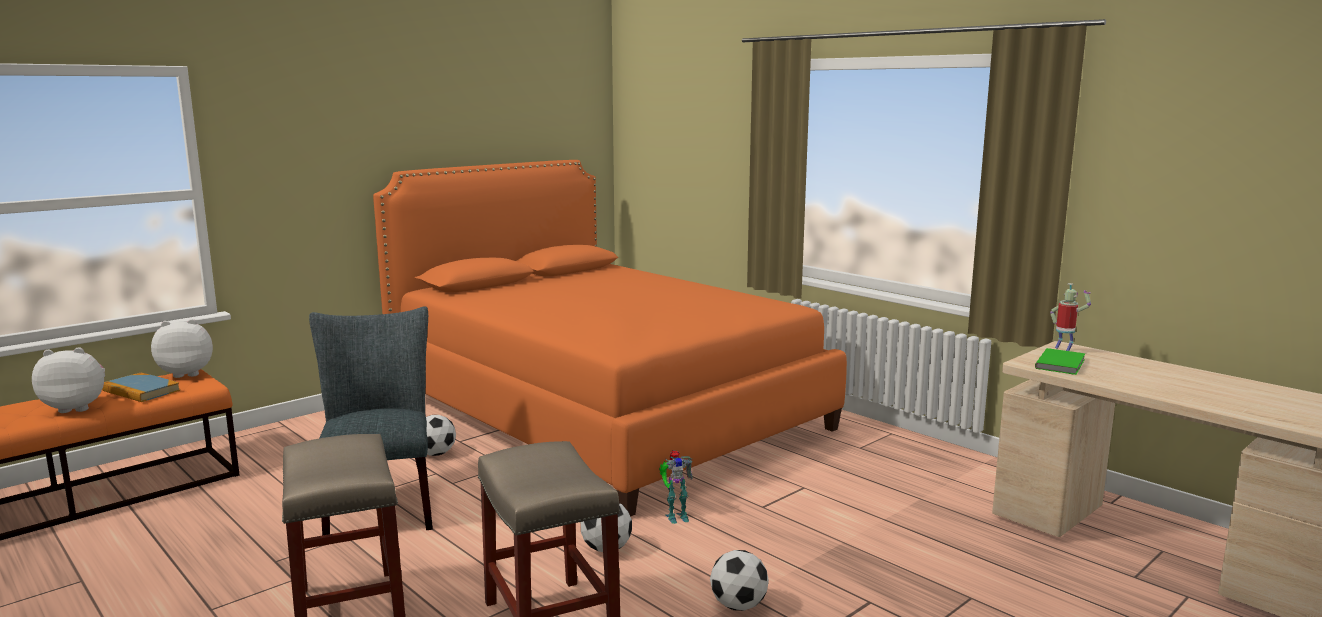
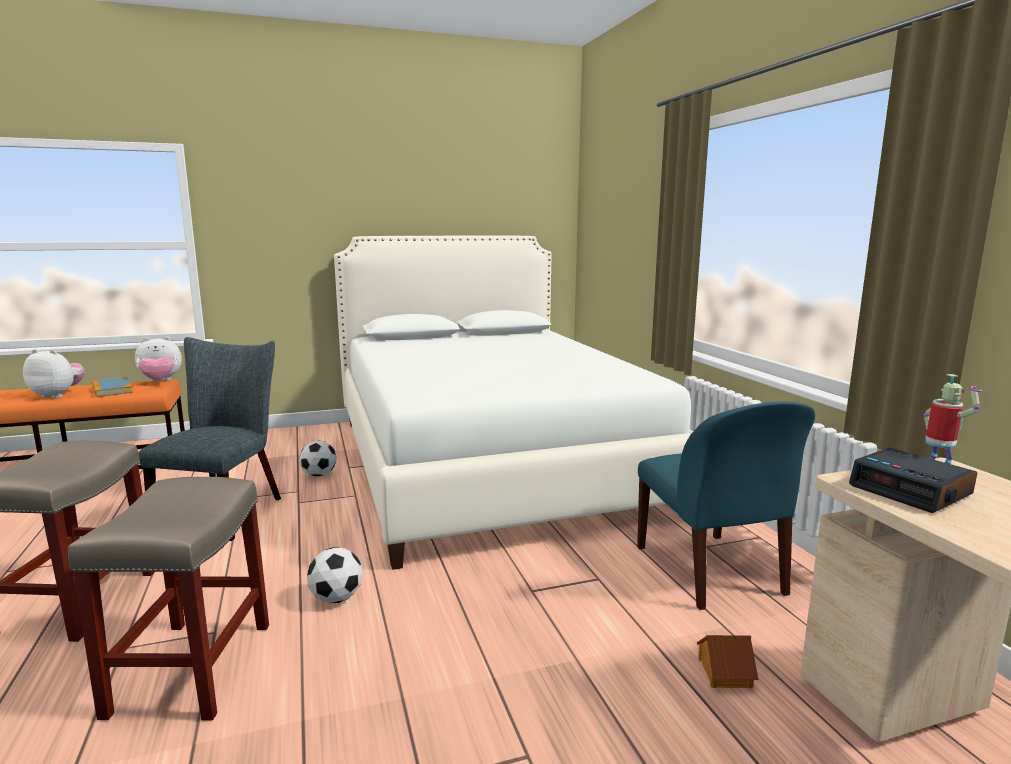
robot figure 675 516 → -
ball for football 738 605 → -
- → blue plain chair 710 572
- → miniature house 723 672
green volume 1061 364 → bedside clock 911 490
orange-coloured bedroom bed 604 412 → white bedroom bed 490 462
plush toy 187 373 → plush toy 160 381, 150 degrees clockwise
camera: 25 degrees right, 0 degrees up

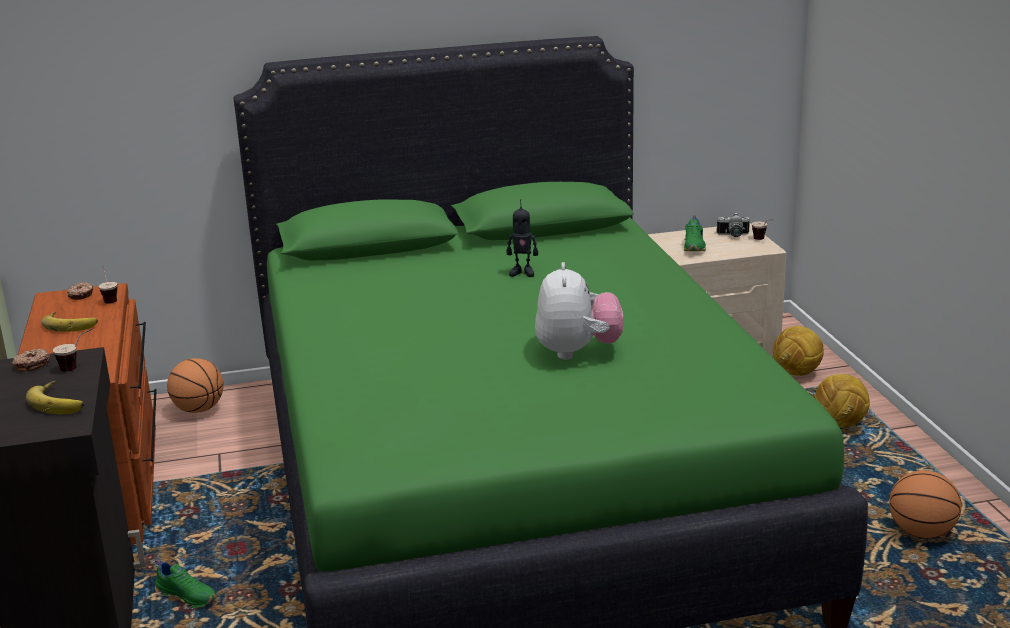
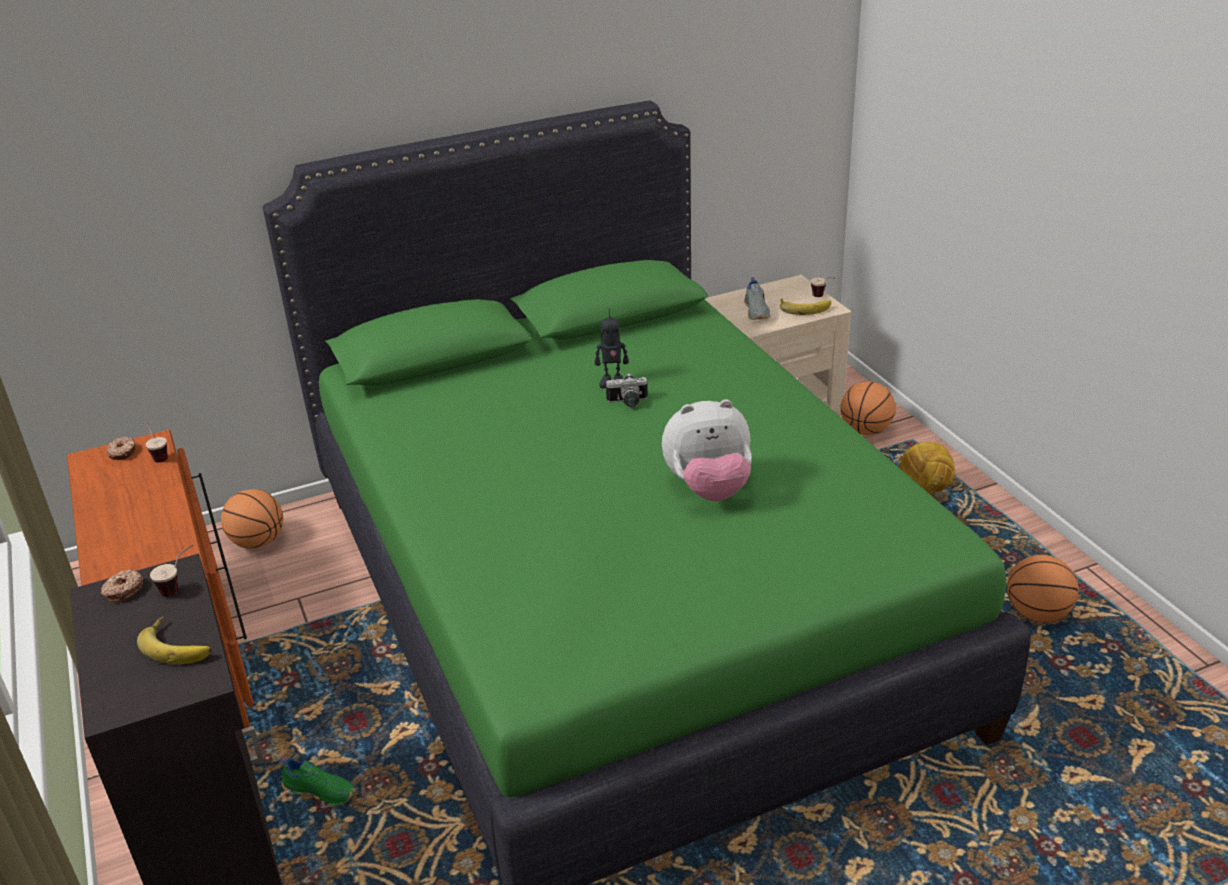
banana fruit 71 324 → banana fruit 804 307, shifted
still camera 733 235 → still camera 627 403, shifted
ball for football 797 373 → ball for basketball 866 431
green low shoe 694 246 → greyish low shoe 757 311
plush toy 577 352 → plush toy 709 489, 90 degrees clockwise
camera: 10 degrees left, 10 degrees up

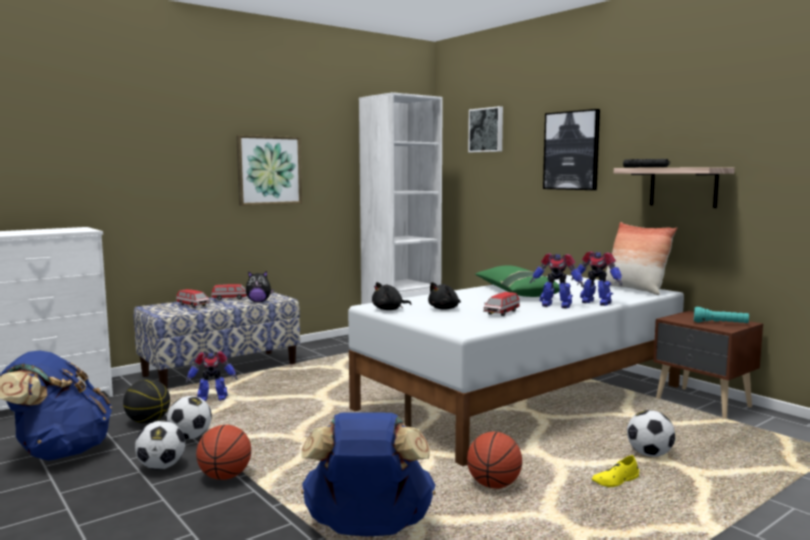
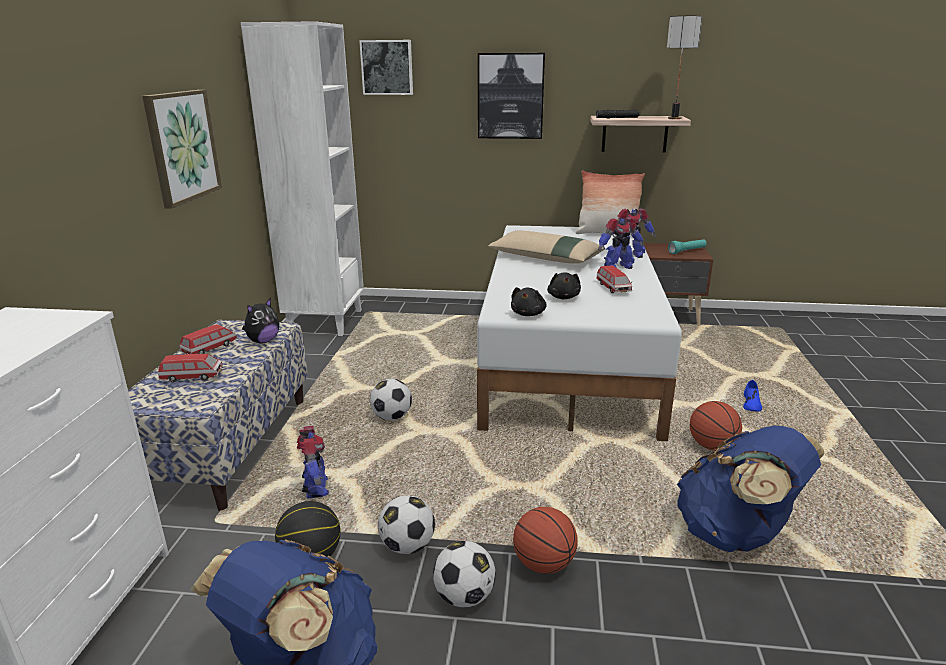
- → tabletop lamp 674 118
ball for football 649 454 → ball for football 392 417, shifted
green cushion 516 292 → beige cushion 545 258
yellowish low shoe 615 481 → blue low shoe 751 404
robot figure 212 399 → robot figure 316 489, 45 degrees counterclockwise
camera: 45 degrees left, 15 degrees up

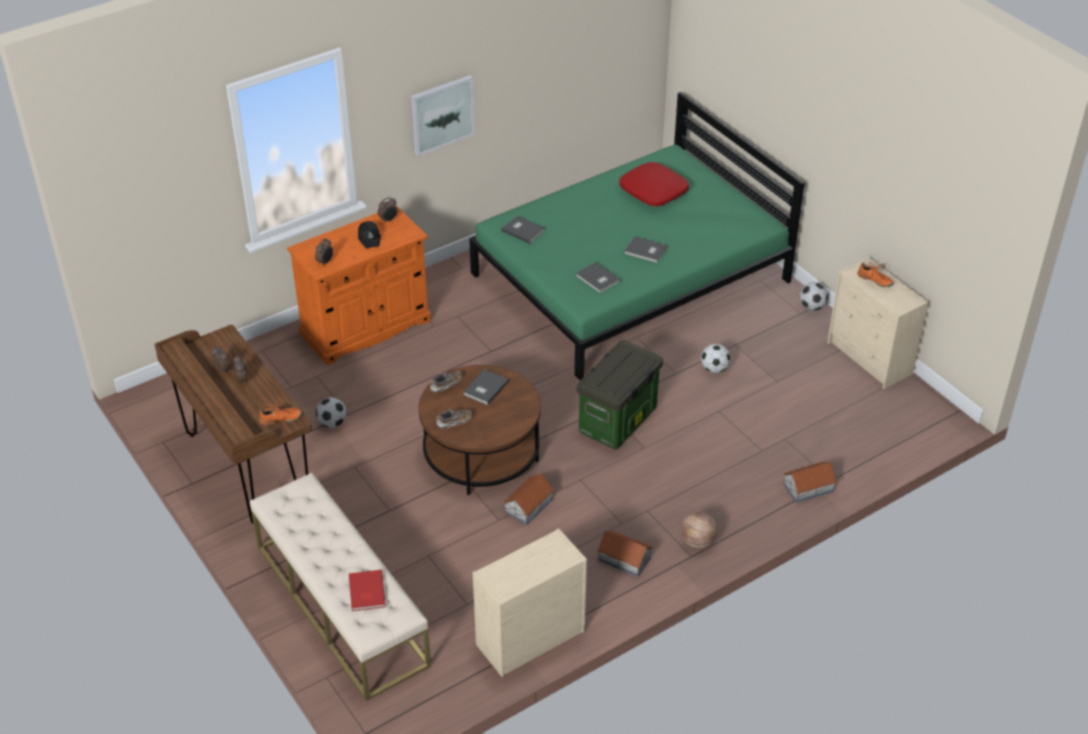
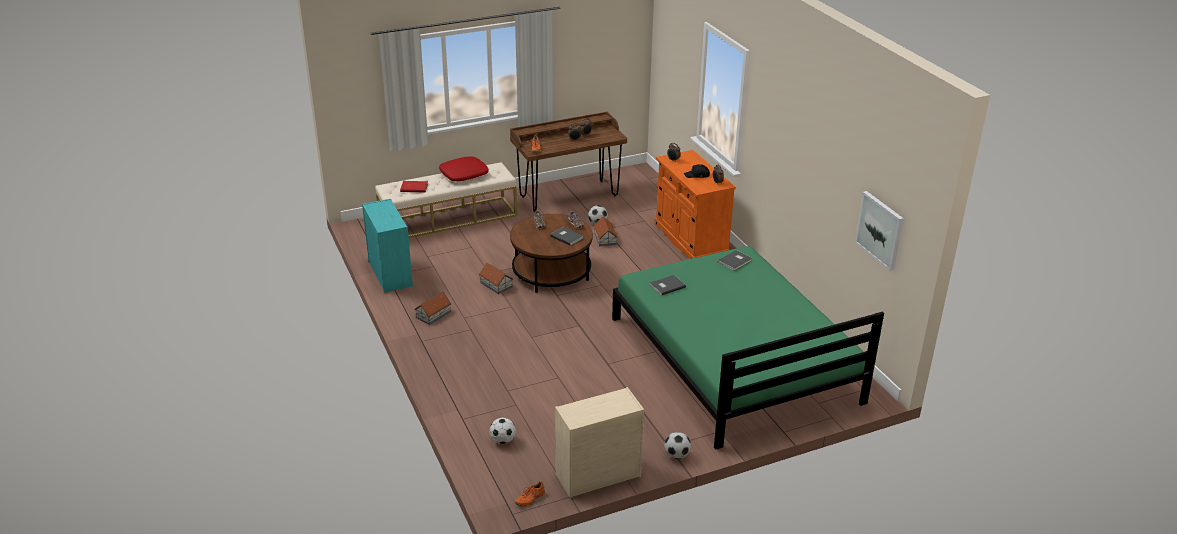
storage box 618 421 → -
greyish volume 645 251 → -
ball for basketball 697 541 → -
wall art 442 114 → wall art 880 230, shifted
red cushion 654 191 → red cushion 464 174, shifted
ball for football 714 369 → ball for football 502 441, shifted
miniature house 807 487 → miniature house 605 238, shifted
orange-coloured low shoe 874 280 → orange-coloured low shoe 530 498, shifted
beige drawer chest 529 639 → turquoise-coloured drawer chest 390 273
camera: 100 degrees right, 10 degrees down

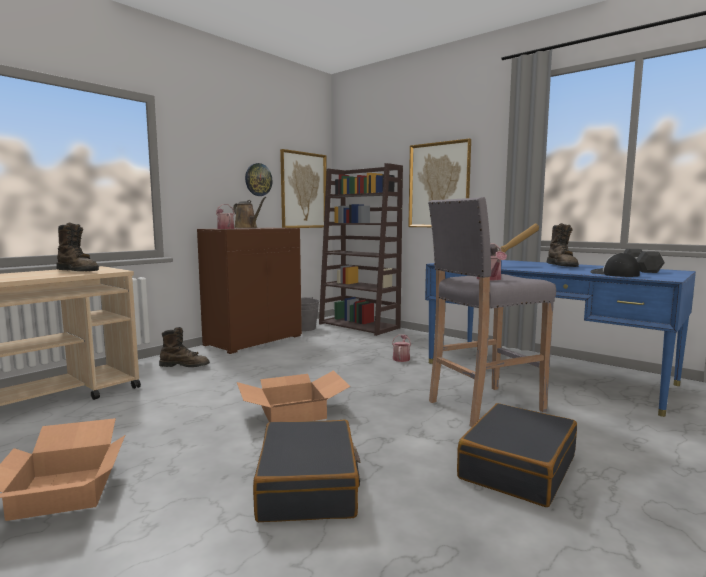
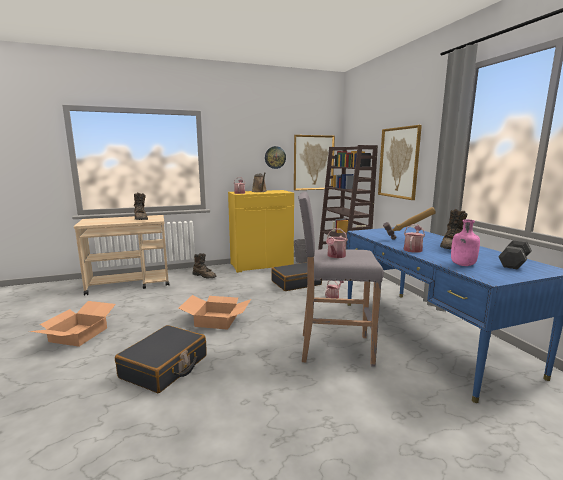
- → watering pot 413 249
black-coloured piece of luggage 517 467 → black-coloured piece of luggage 296 283, shifted
peaked cap 614 274 → pink-coloured bottle 462 265
brown storage cabinet 253 340 → yellowish storage cabinet 261 265
camera: 30 degrees right, 5 degrees up

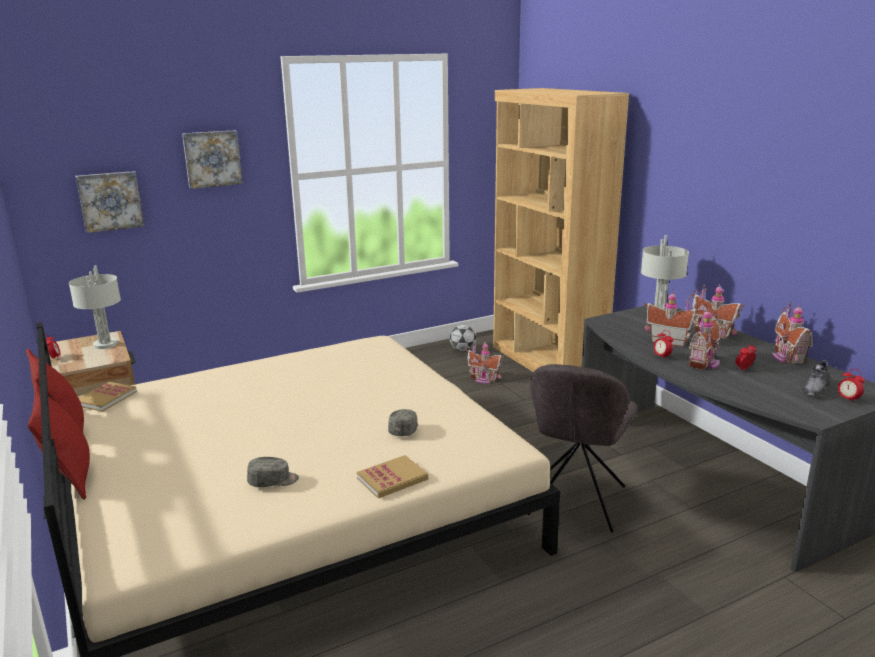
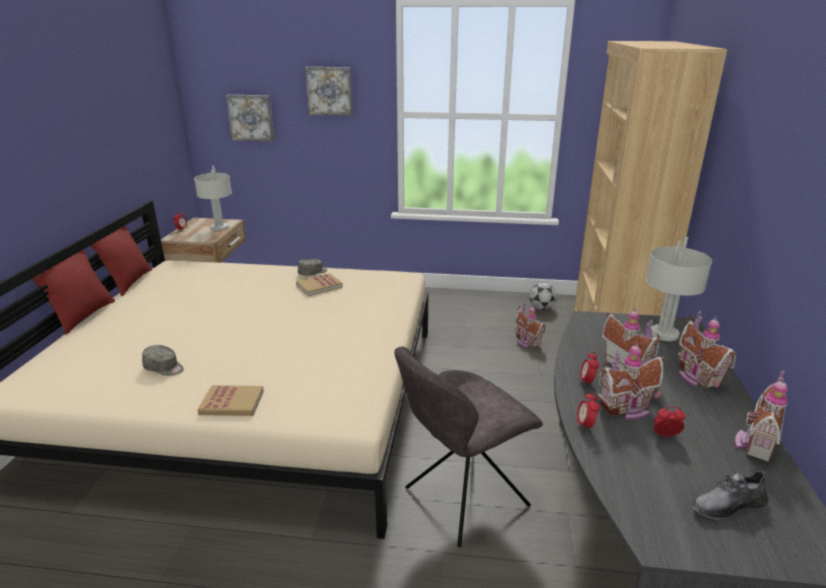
volume 106 398 → volume 319 286, shifted
greyish peaked cap 404 429 → greyish peaked cap 313 273, shifted
bedside clock 847 399 → bedside clock 585 425, shifted
camera: 35 degrees right, 5 degrees up

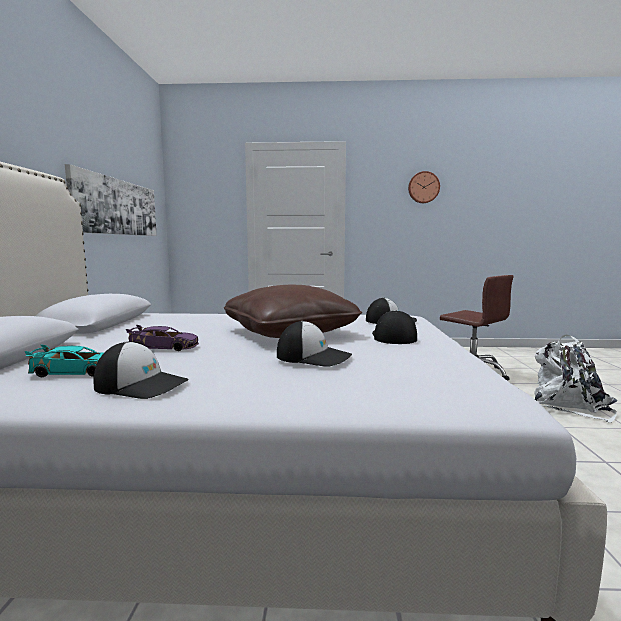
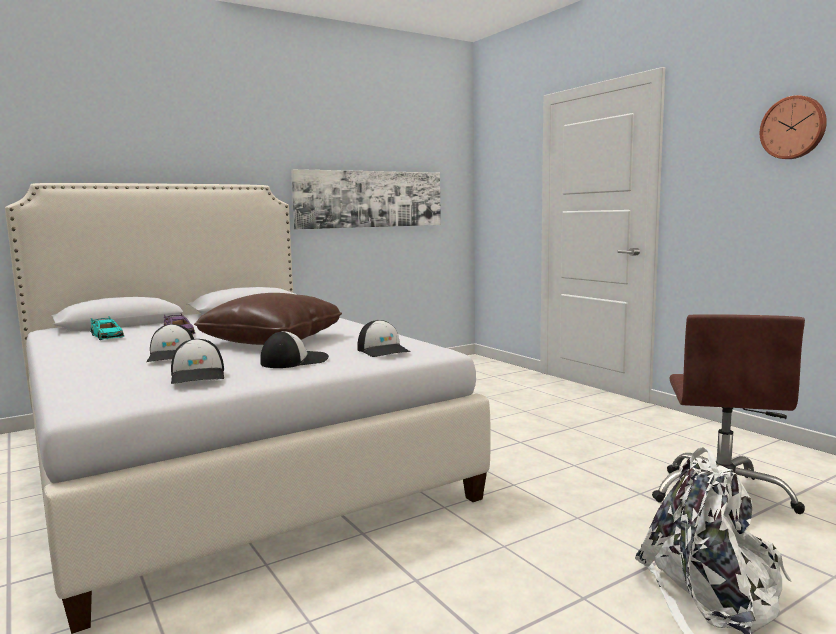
peaked cap 141 385 → peaked cap 198 375, shifted
camera: 55 degrees right, 0 degrees up

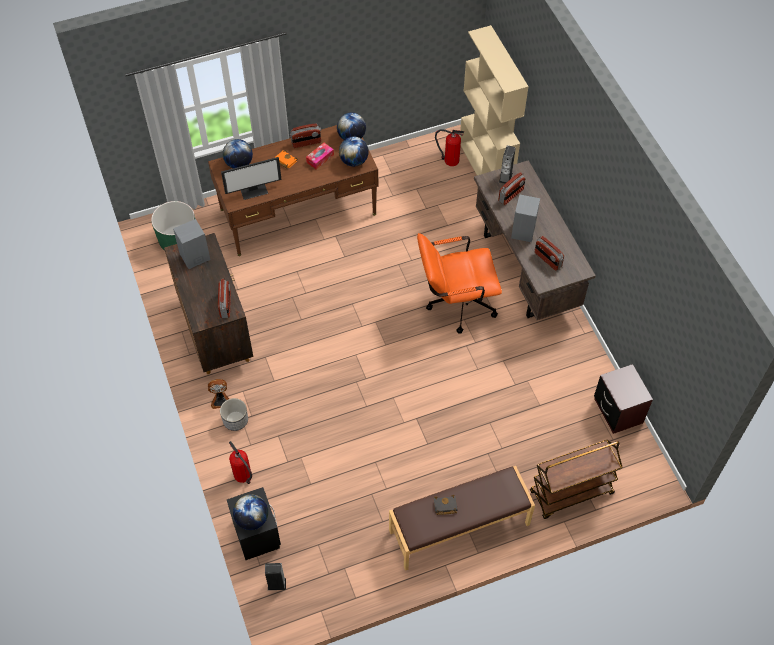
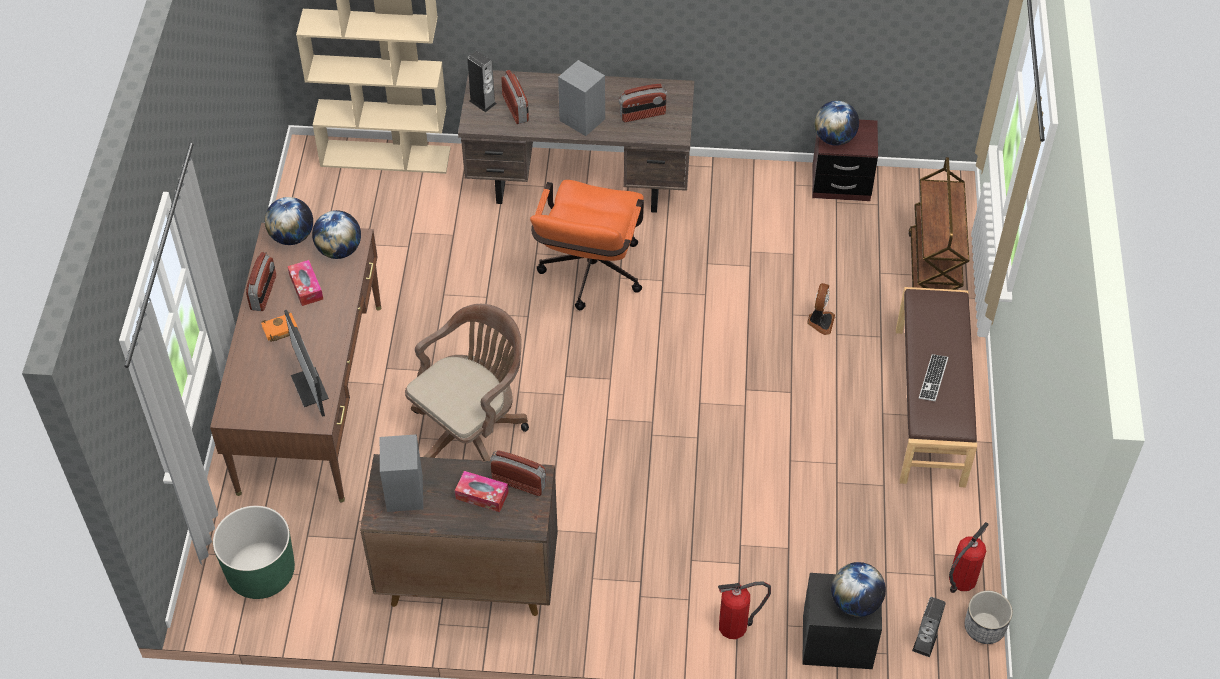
- → brown office chair 472 431
- → tissue box 482 495
electric fan 220 400 → electric fan 820 322, shifted
plant pot 235 420 → plant pot 984 627, shifted
globe 239 164 → globe 834 138, shifted
fire extinguisher 450 160 → fire extinguisher 961 581, shifted
black-coloured volume 444 506 → computer keyboard 933 378
computer display 254 190 → computer display 310 387, 150 degrees clockwise
camera: 65 degrees left, 5 degrees down

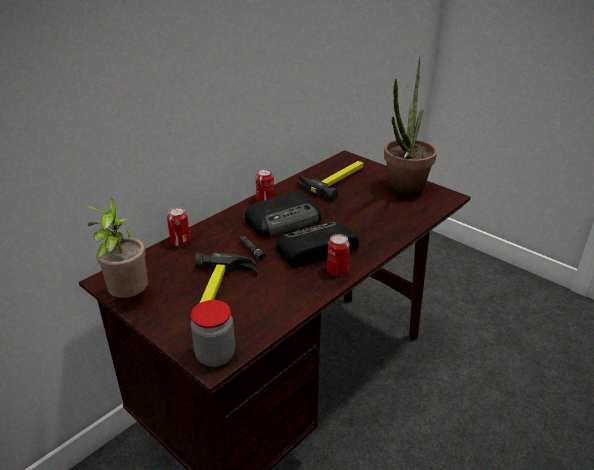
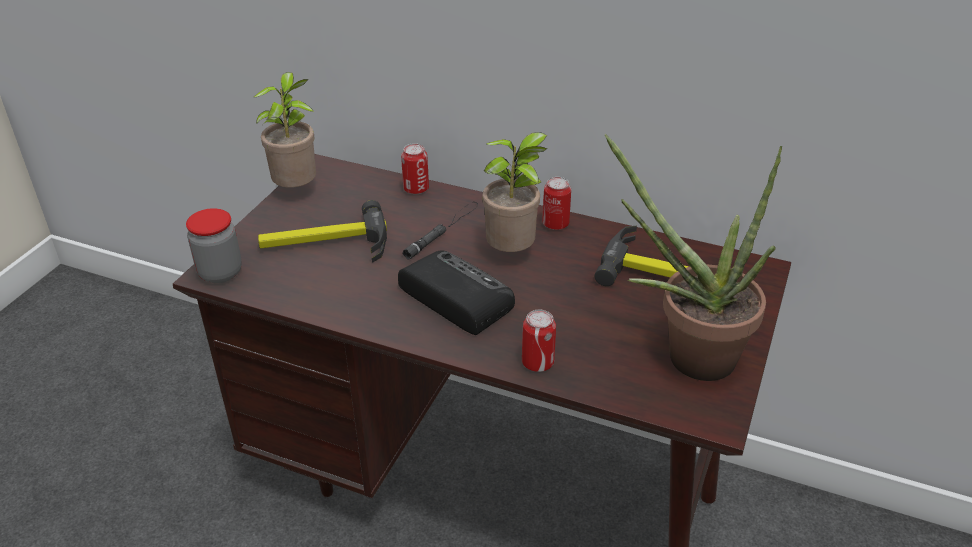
can 337 271 → can 537 362, shifted
radio set 284 220 → potted plant 513 253
camera: 70 degrees right, 5 degrees up

